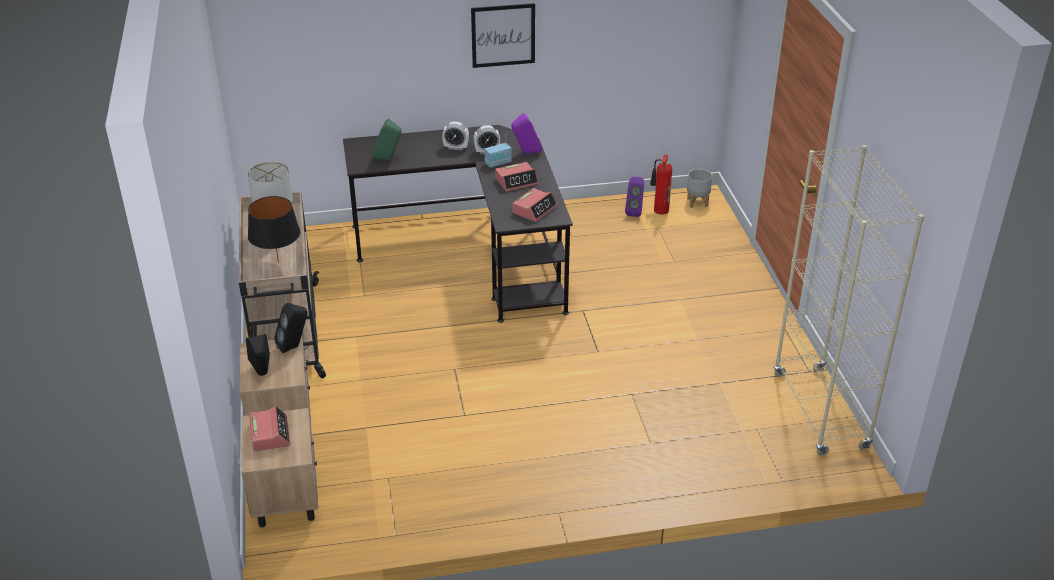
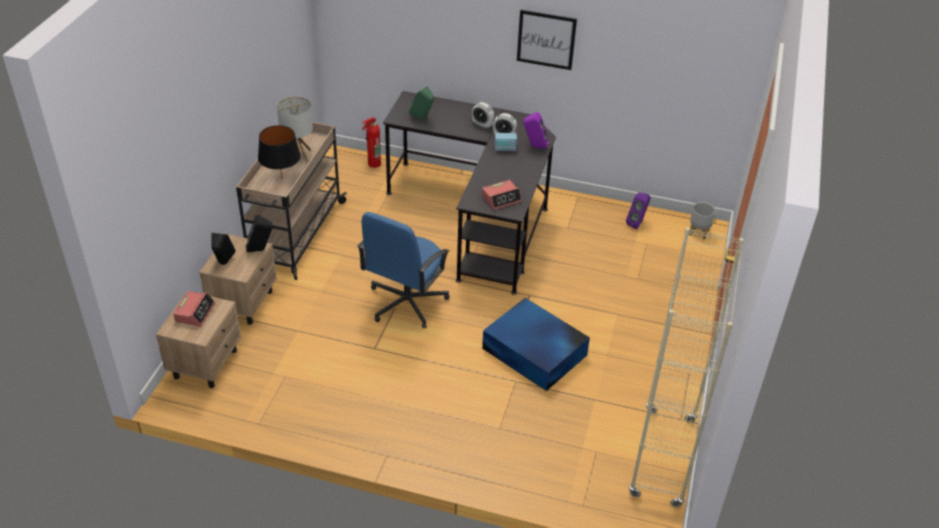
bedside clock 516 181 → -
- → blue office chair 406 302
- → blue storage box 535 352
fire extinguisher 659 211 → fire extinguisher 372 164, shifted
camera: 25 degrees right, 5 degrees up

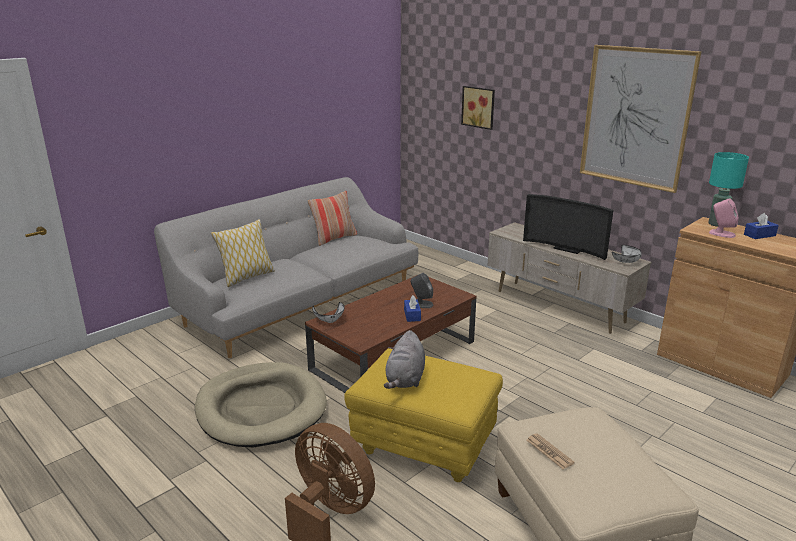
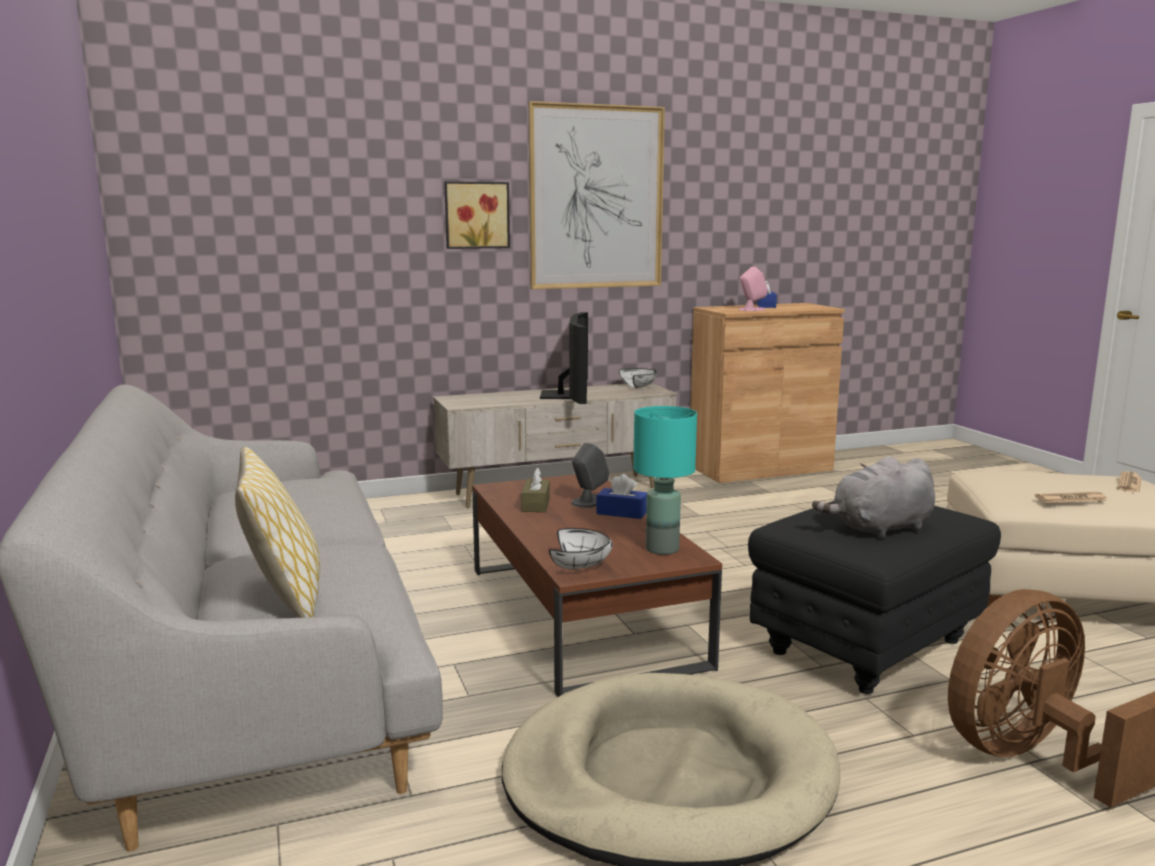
cushion 334 238 → -
- → brown tissue box 536 505
- → newspaper 1129 483
wall art 479 107 → wall art 476 215, shifted
turquoise-coloured tabletop lamp 716 224 → turquoise-coloured tabletop lamp 661 549, shifted
yellowish pouffe 425 447 → black-coloured pouffe 865 646
greyish plush toy 405 379 → greyish plush toy 879 529, 120 degrees clockwise
TV 567 248 → TV 566 395, 60 degrees counterclockwise
camera: 65 degrees left, 10 degrees down

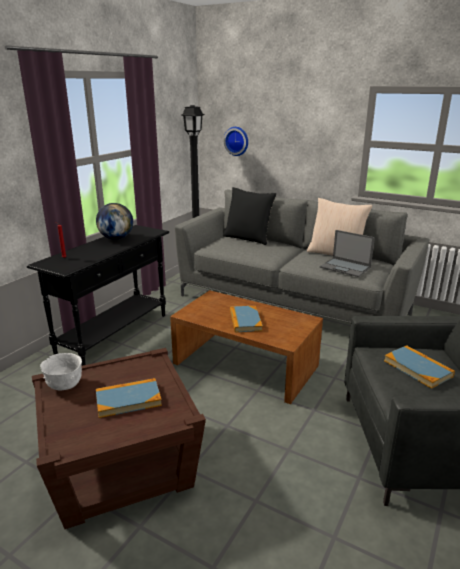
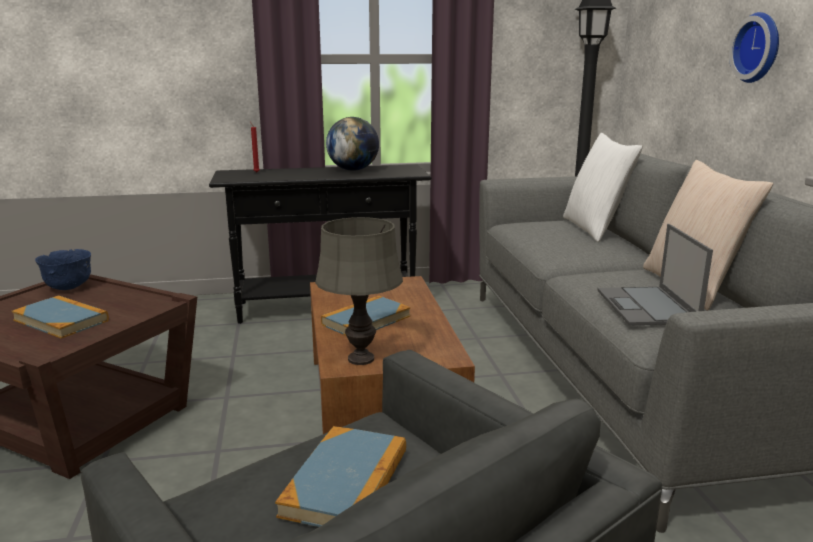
- → greyish tabletop lamp 360 359
wall clock 237 141 → wall clock 759 48, shifted
white deep dish 65 385 → blue deep dish 69 288
black-coloured cushion 248 238 → white cushion 595 228
camera: 50 degrees right, 5 degrees down

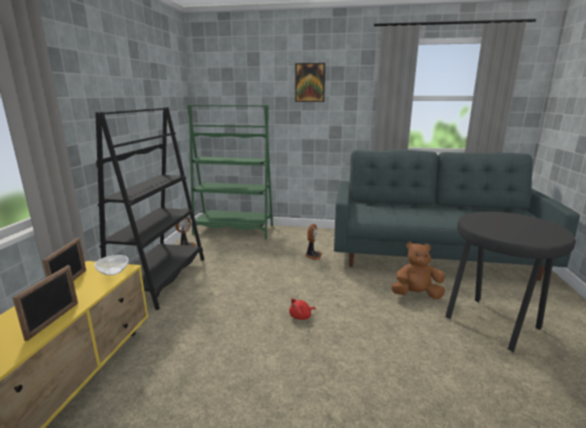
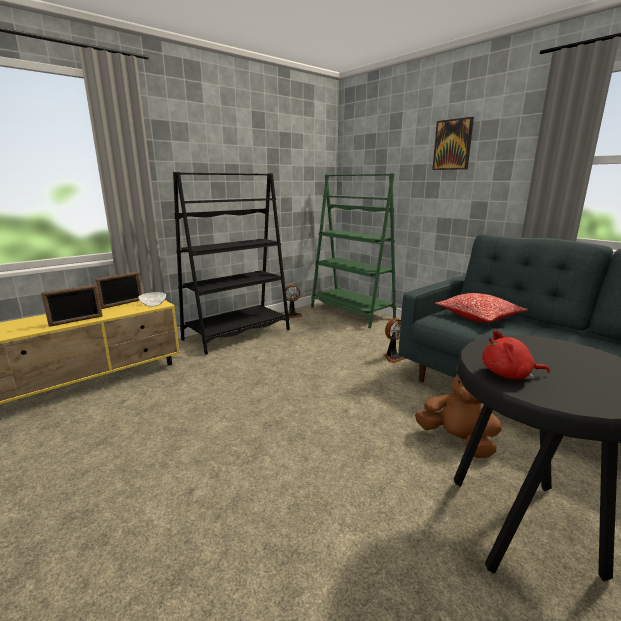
- → cushion 478 317
red plush toy 301 316 → red plush toy 509 375, shifted
camera: 40 degrees right, 0 degrees up

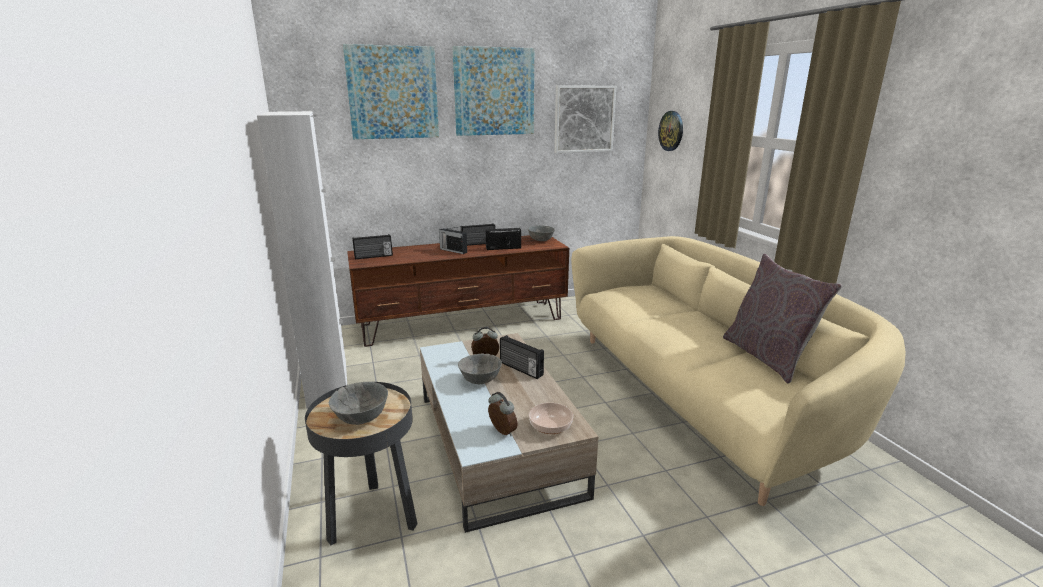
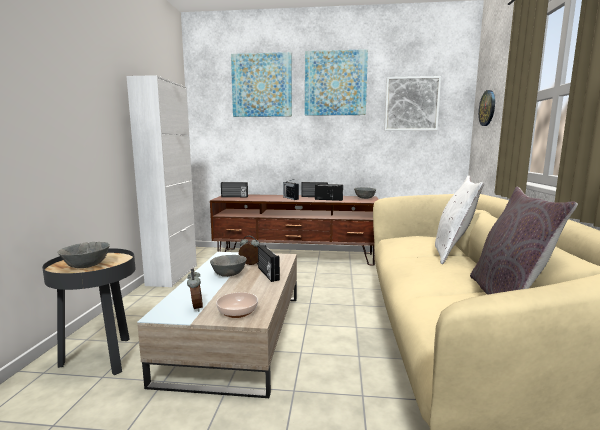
- → white cushion 453 253
camera: 25 degrees right, 10 degrees down

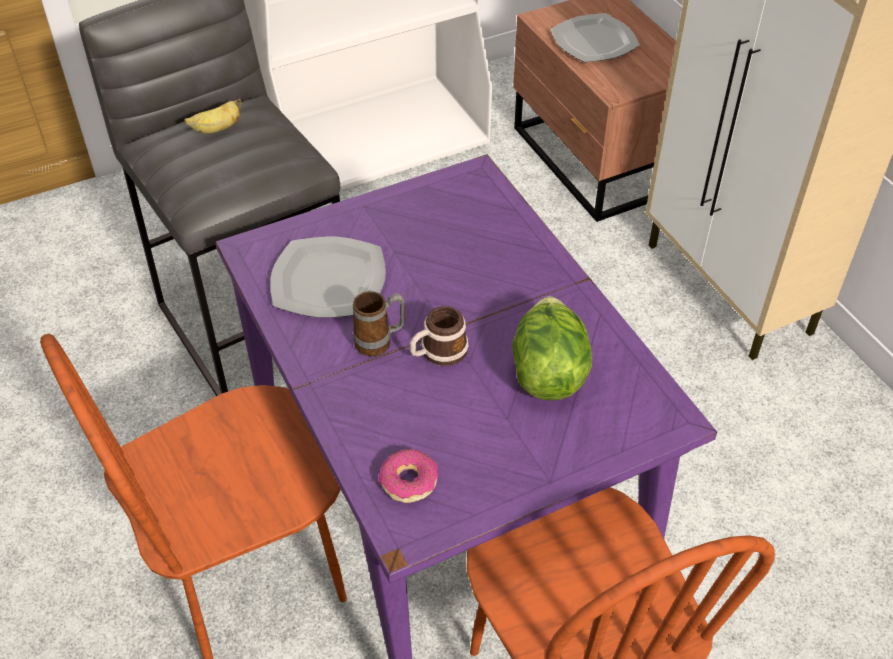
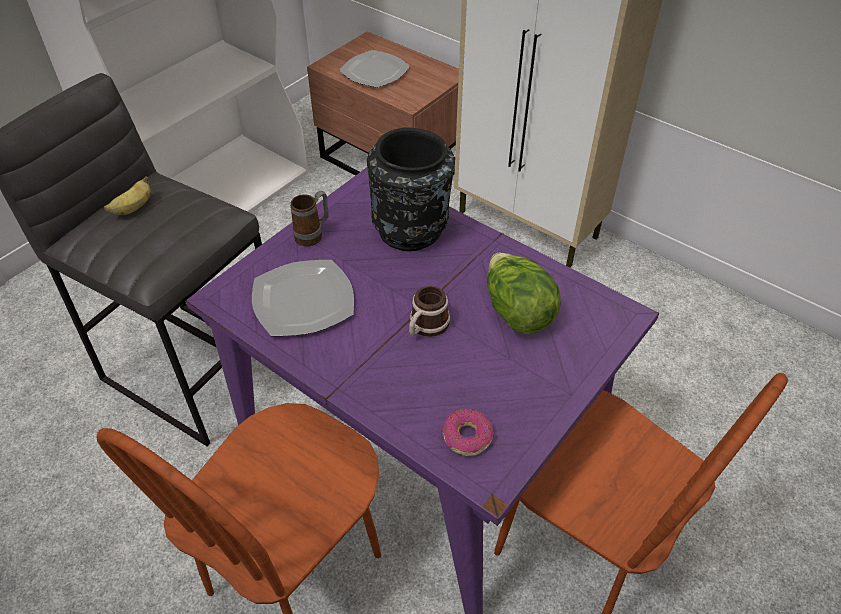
- → black-coloured vase 411 230
tea mug 380 342 → tea mug 313 235, shifted
camera: 25 degrees left, 0 degrees up

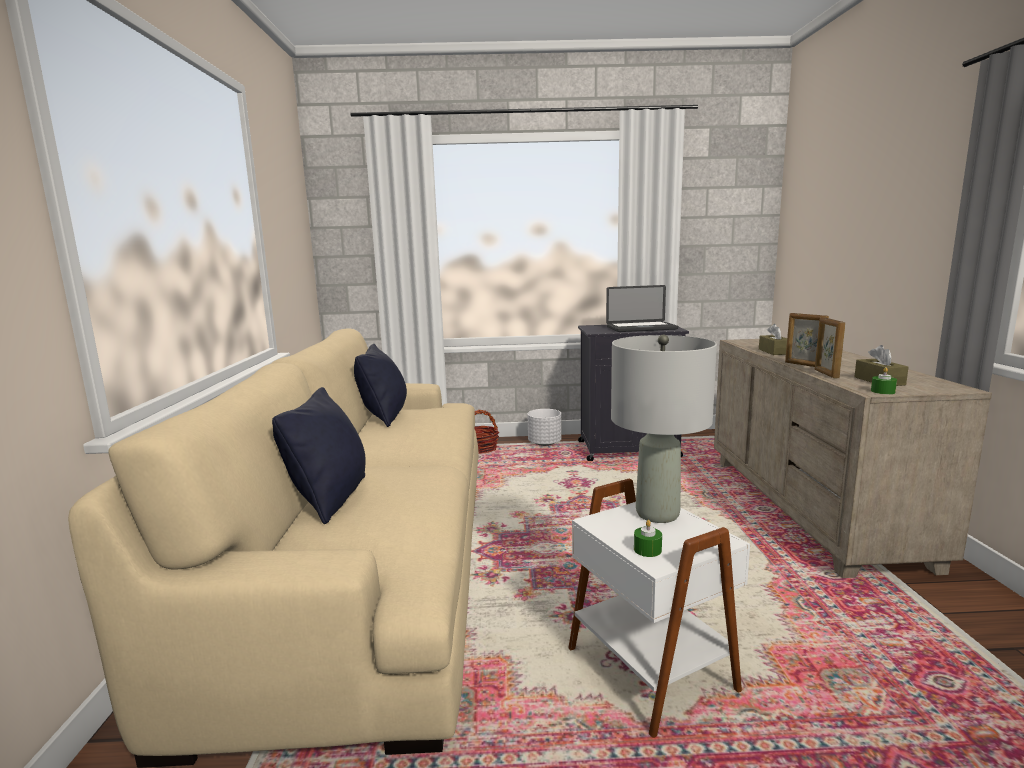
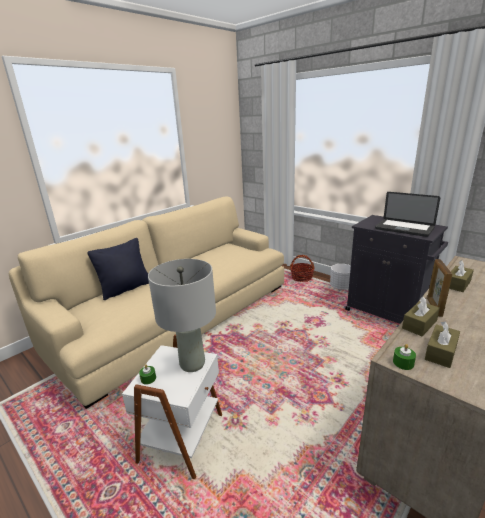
black-coloured cushion 384 416 → -
standing frame 826 374 → brown tissue box 419 324
camera: 45 degrees right, 10 degrees up

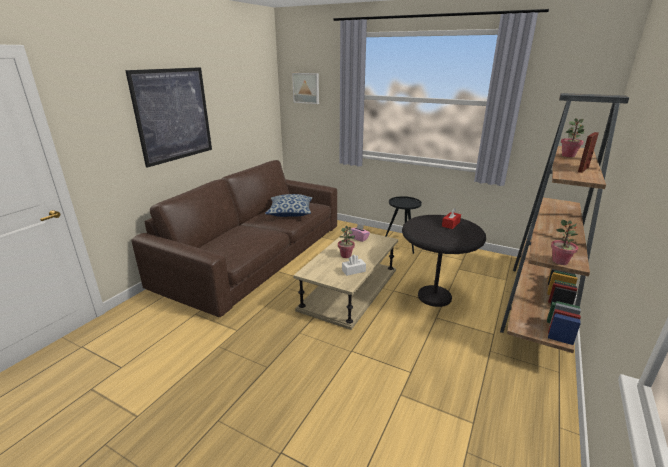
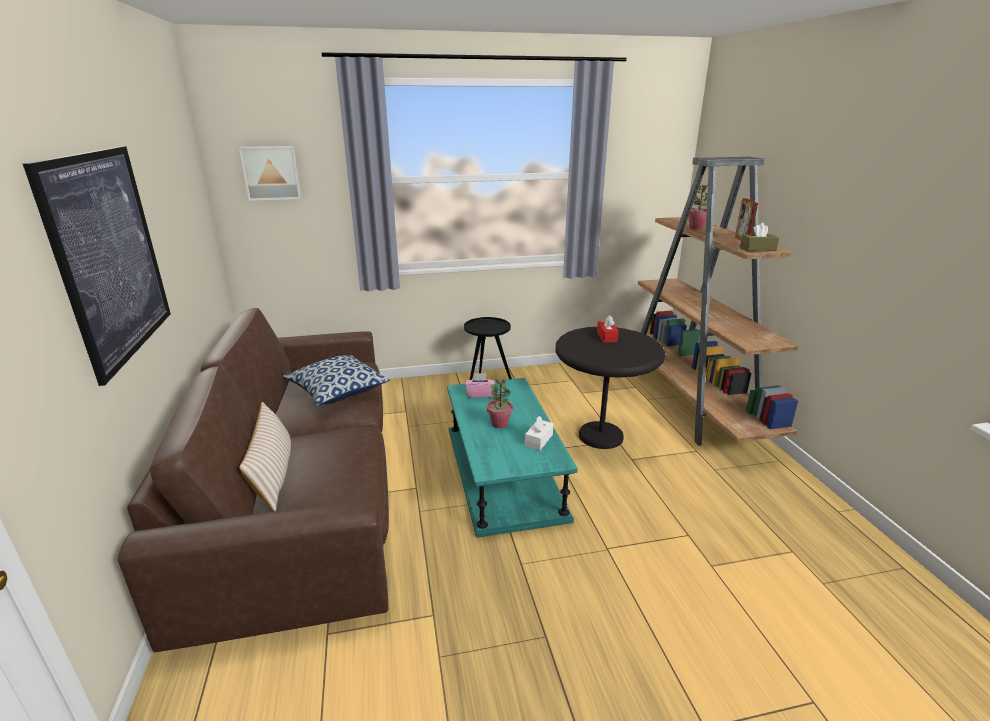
potted plant 560 261 → -
- → beige cushion 273 474
- → brown tissue box 757 249
beige low table 349 288 → turquoise-coloured low table 502 471
camera: 40 degrees left, 0 degrees up

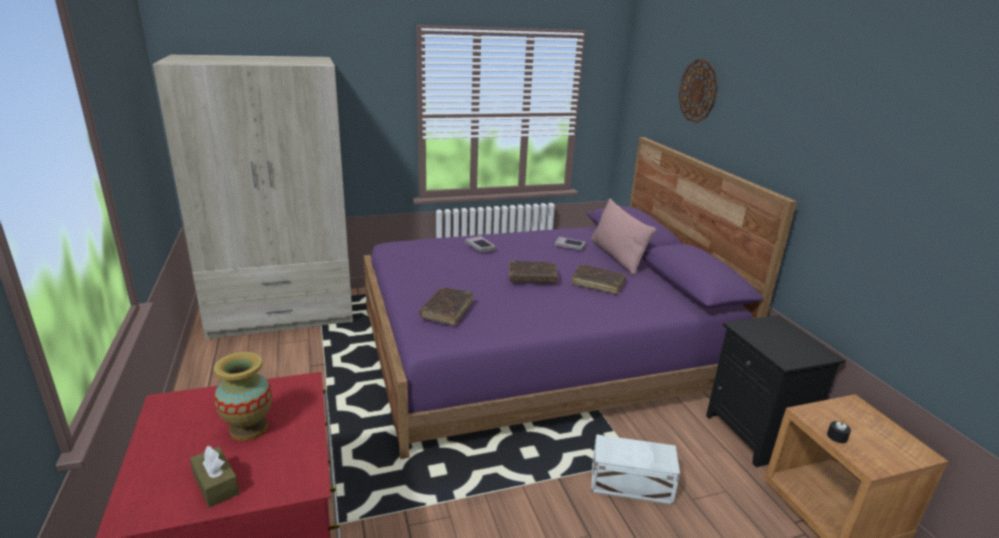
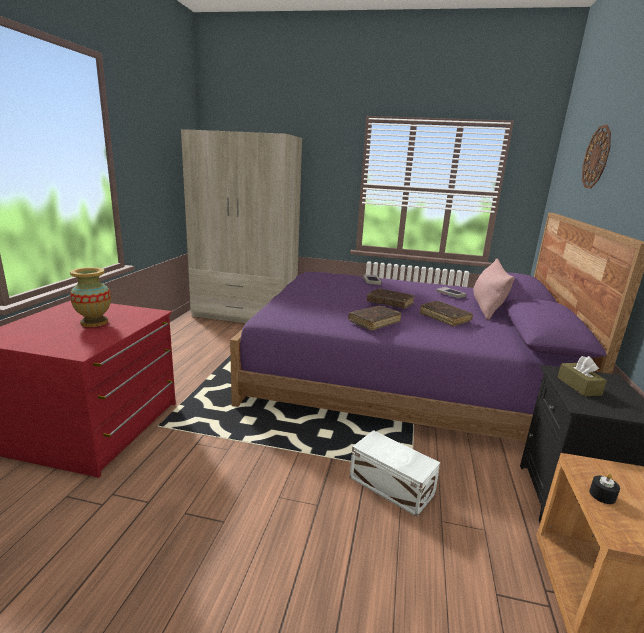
brown tissue box 216 484 → brown tissue box 578 386, shifted
brown volume 447 311 → brown volume 374 322, shifted
camera: 30 degrees right, 5 degrees down

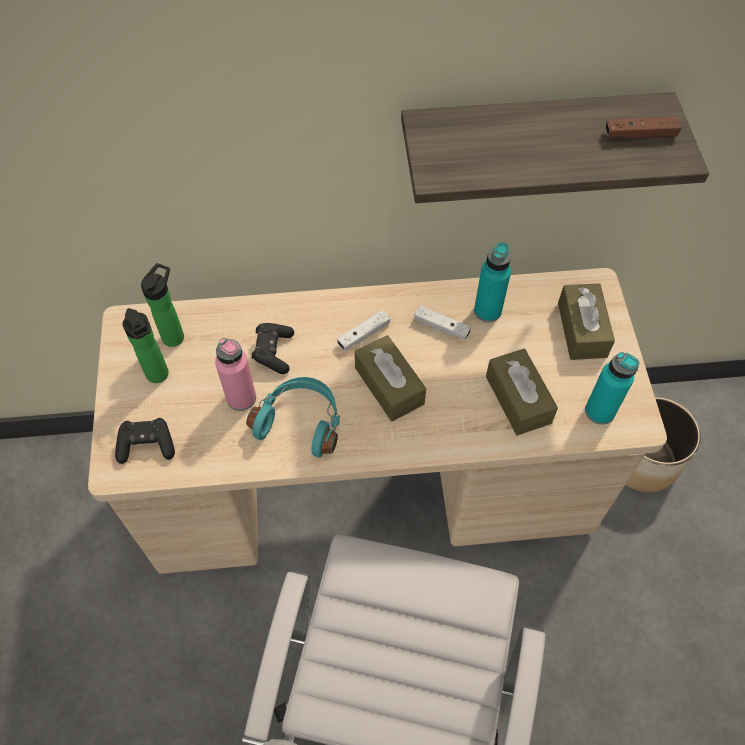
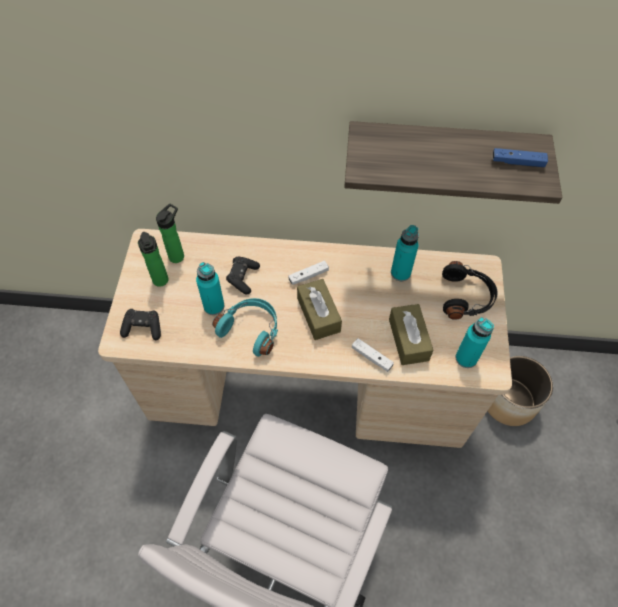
white gamepad 441 327 → white gamepad 371 357, shifted
brown tissue box 582 330 → black-coloured pair of headphones 466 297
pink-coloured bottle 241 398 → turquoise-coloured bottle 214 306
brown gamepad 640 135 → blue gamepad 517 162
camera: 10 degrees right, 0 degrees up

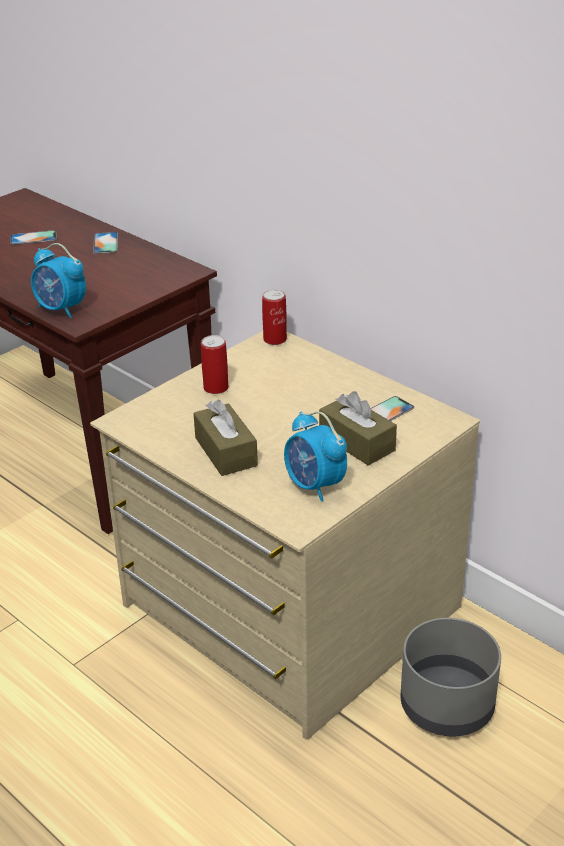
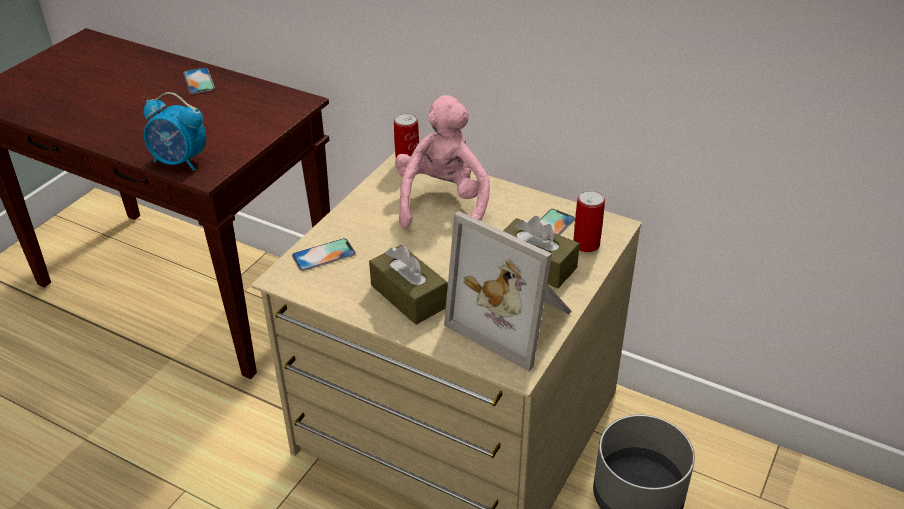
- → pink-coloured plush toy 443 203
phone 33 238 → phone 324 255, shifted
can 216 388 → can 586 244, shifted
bedside clock 314 486 → standing frame 514 320
camera: 15 degrees left, 5 degrees up

